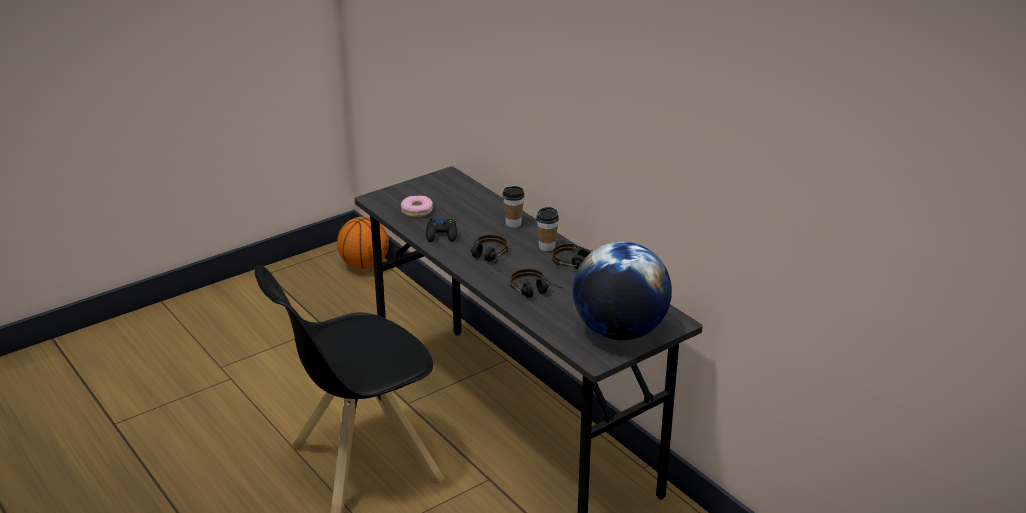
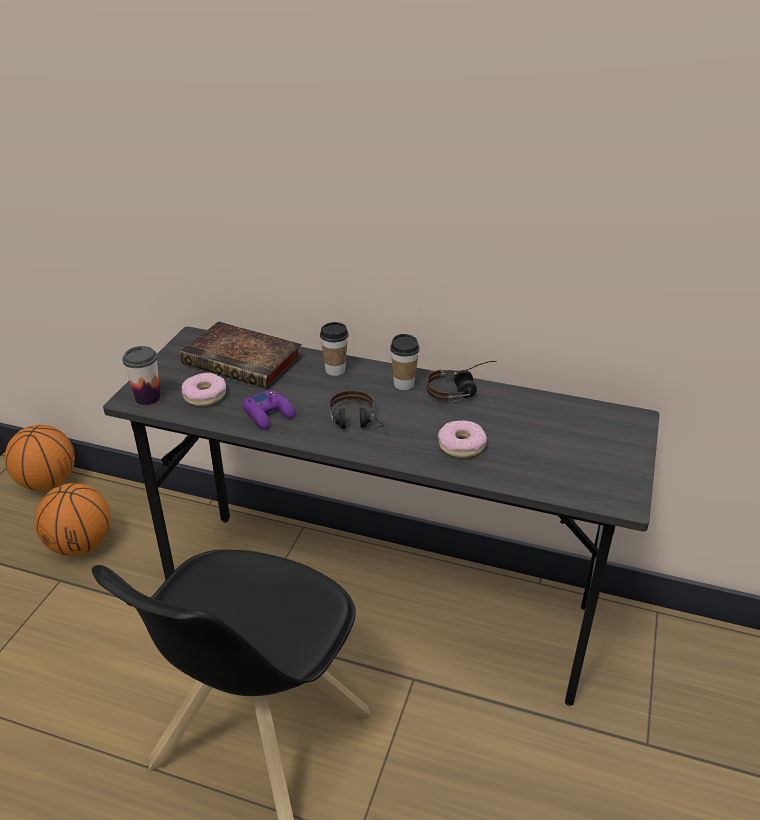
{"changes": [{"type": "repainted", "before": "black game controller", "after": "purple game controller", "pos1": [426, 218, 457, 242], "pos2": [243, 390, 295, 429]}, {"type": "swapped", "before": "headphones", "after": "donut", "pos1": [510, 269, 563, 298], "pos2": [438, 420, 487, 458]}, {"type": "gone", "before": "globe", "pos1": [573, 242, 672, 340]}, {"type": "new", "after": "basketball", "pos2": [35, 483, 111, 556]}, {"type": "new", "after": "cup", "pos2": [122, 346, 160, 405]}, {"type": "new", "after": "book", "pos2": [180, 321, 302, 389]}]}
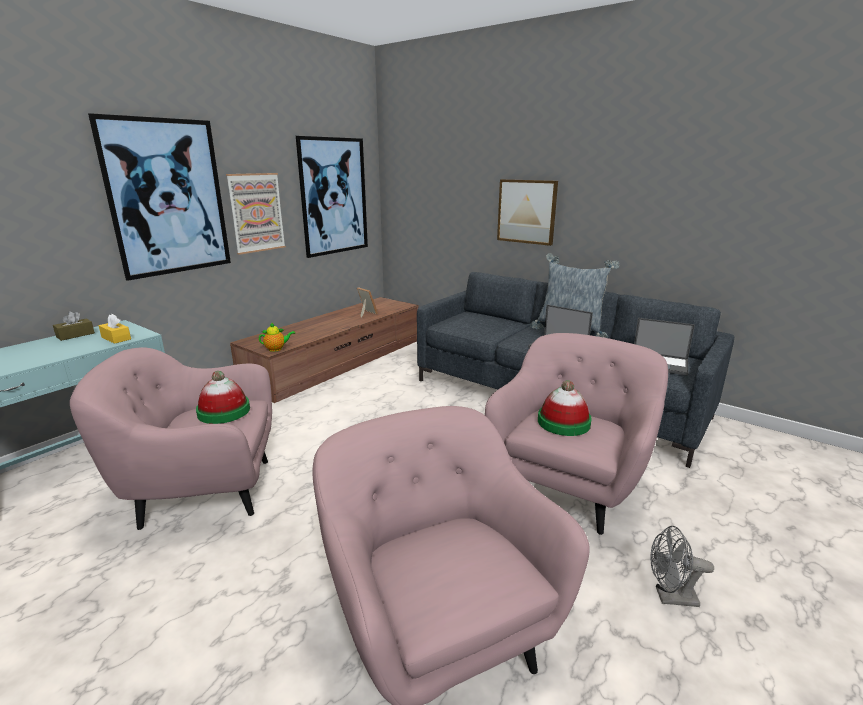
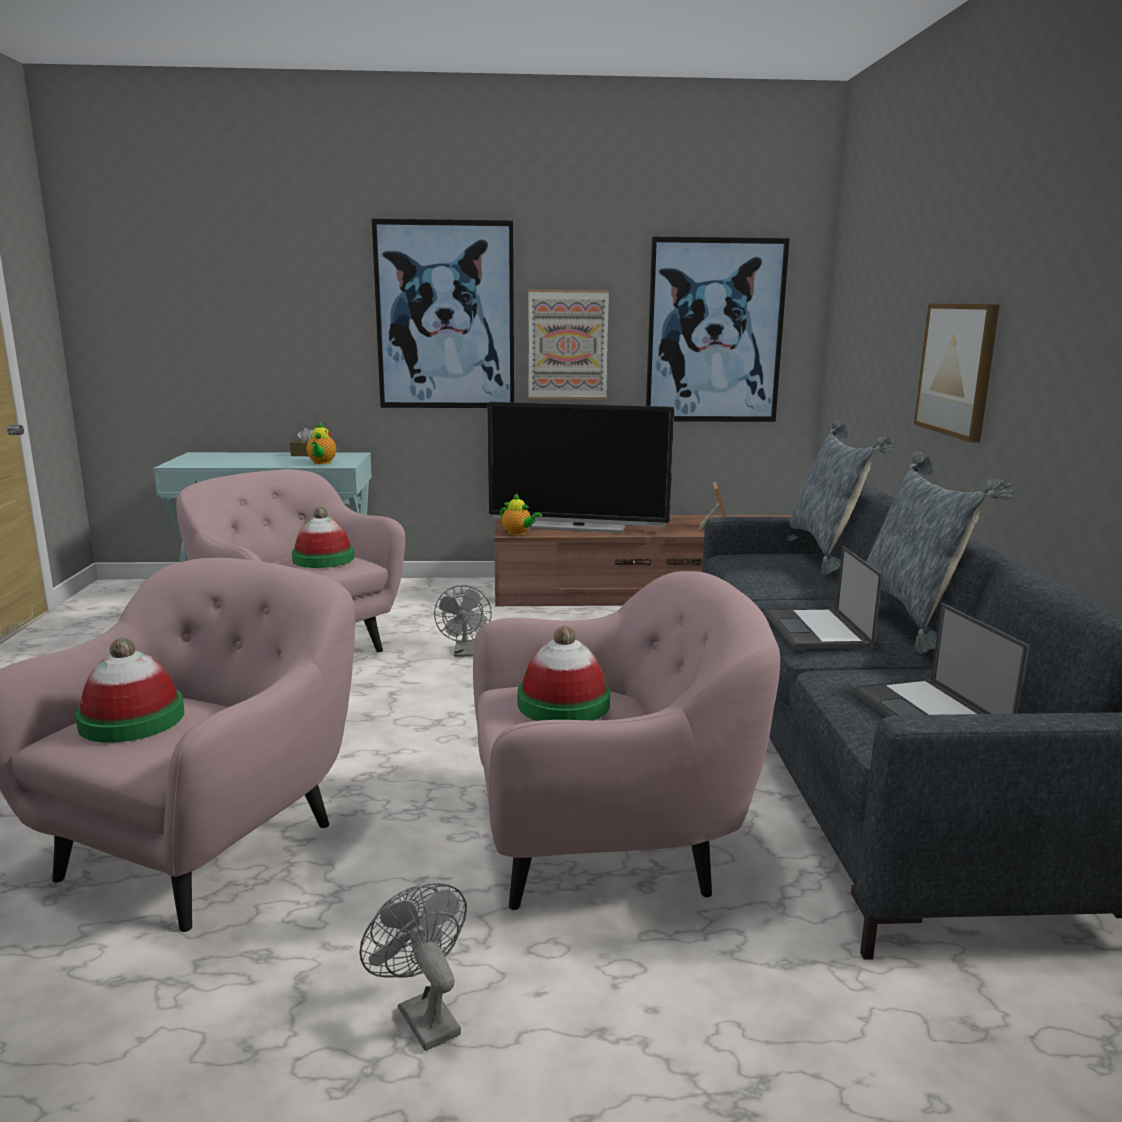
{"changes": [{"type": "swapped", "before": "yellow tissue box", "after": "teapot", "pos1": [99, 314, 131, 344], "pos2": [306, 421, 336, 464]}, {"type": "new", "after": "hat", "pos2": [75, 638, 184, 743]}, {"type": "new", "after": "grey fan", "pos2": [434, 585, 492, 657]}, {"type": "new", "after": "television", "pos2": [487, 402, 675, 533]}, {"type": "new", "after": "pillow", "pos2": [788, 419, 895, 575]}]}
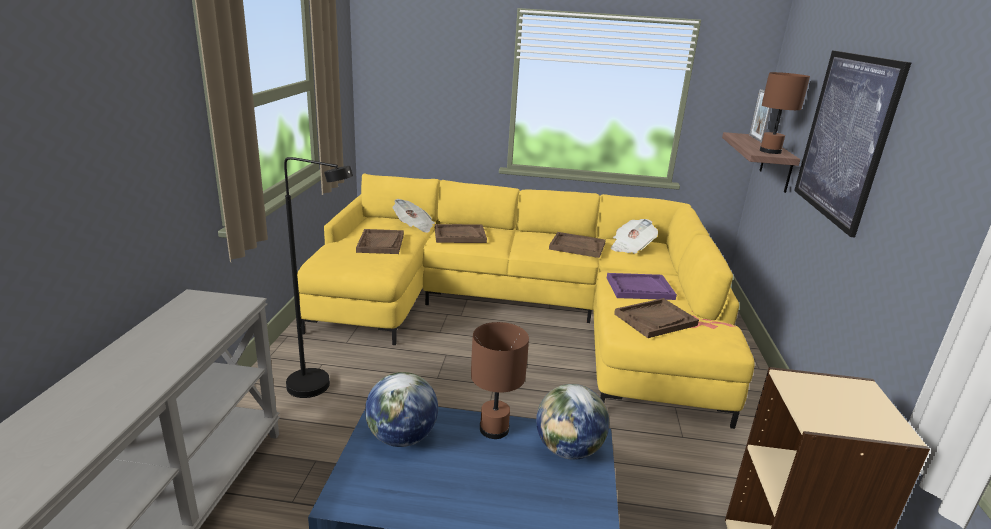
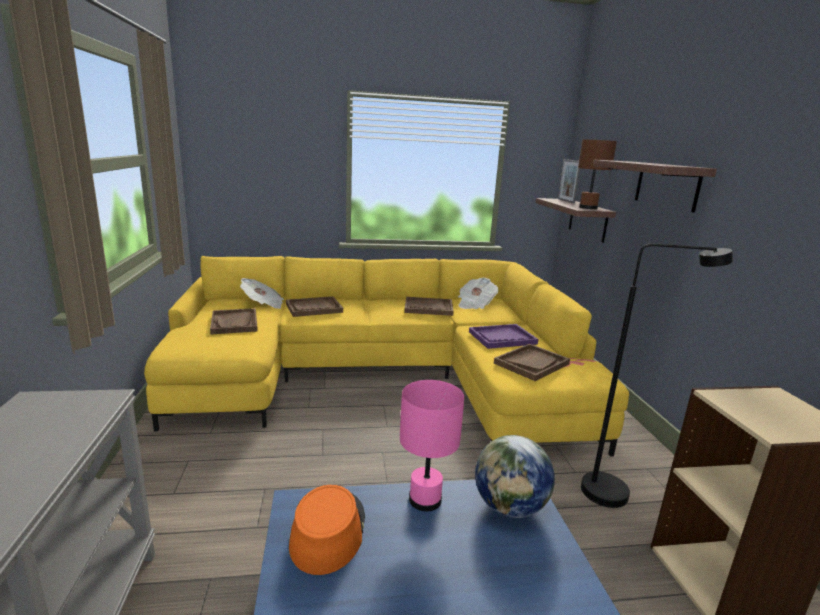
{"changes": [{"type": "shifted", "before": "black floor lamp", "pos1": [284, 157, 353, 398], "pos2": [581, 244, 733, 508]}, {"type": "swapped", "before": "globe", "after": "orange hat", "pos1": [365, 372, 438, 447], "pos2": [289, 485, 365, 575]}, {"type": "repainted", "before": "brown table lamp", "after": "pink table lamp", "pos1": [471, 322, 529, 439], "pos2": [400, 380, 464, 511]}, {"type": "swapped", "before": "picture", "after": "shelf", "pos1": [794, 51, 911, 238], "pos2": [593, 160, 717, 213]}]}
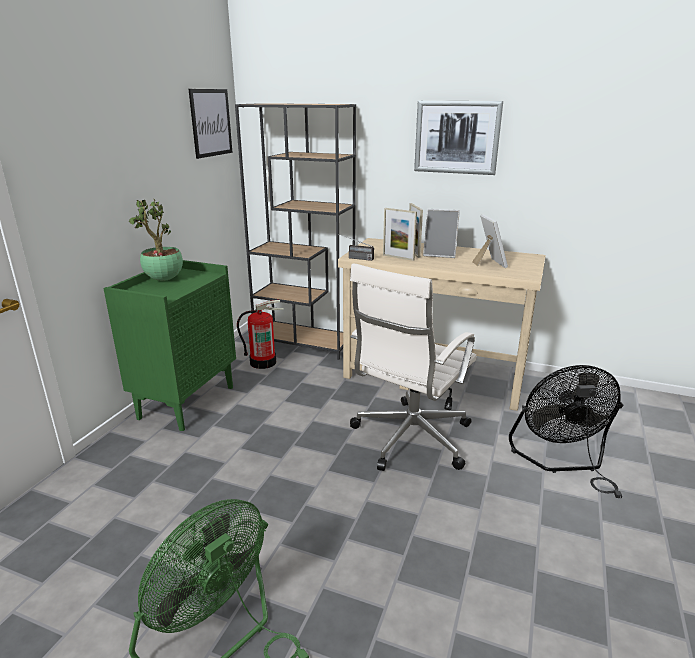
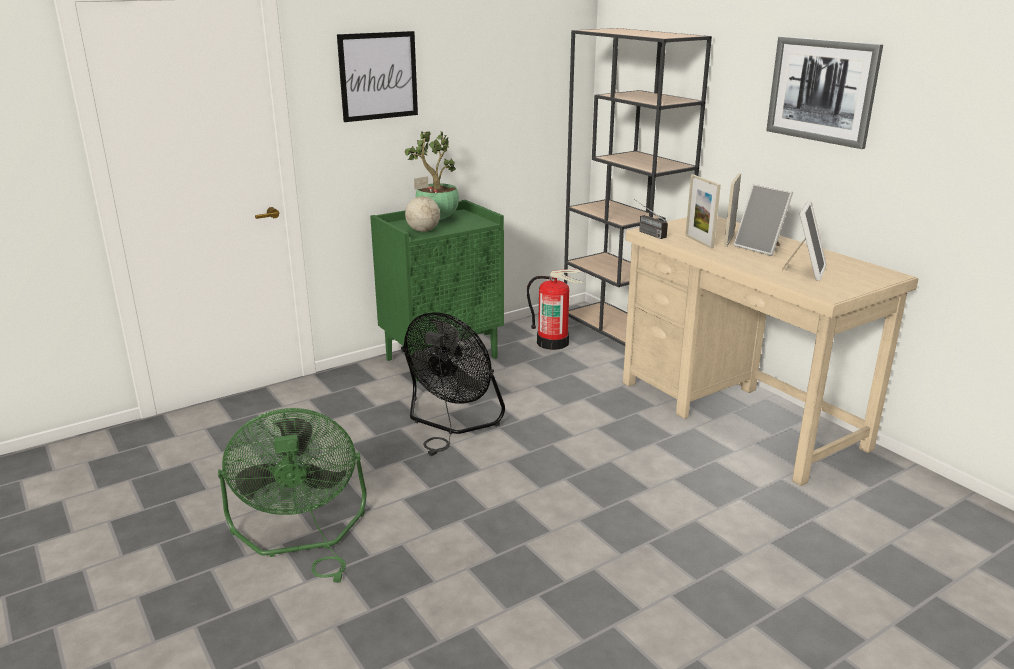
{"changes": [{"type": "shifted", "before": "picture", "pos1": [189, 89, 233, 159], "pos2": [337, 31, 418, 122]}, {"type": "gone", "before": "white office chair", "pos1": [350, 263, 477, 471]}, {"type": "shifted", "before": "black fan", "pos1": [509, 365, 623, 499], "pos2": [401, 312, 505, 456]}, {"type": "new", "after": "globe", "pos2": [405, 176, 440, 232]}]}
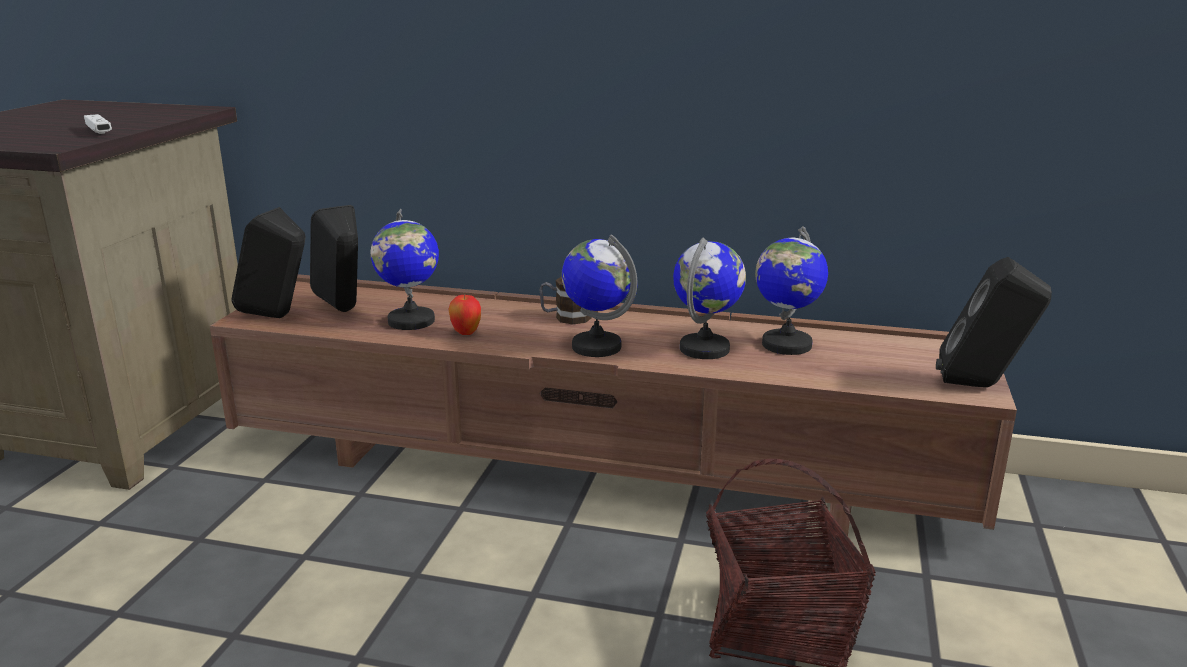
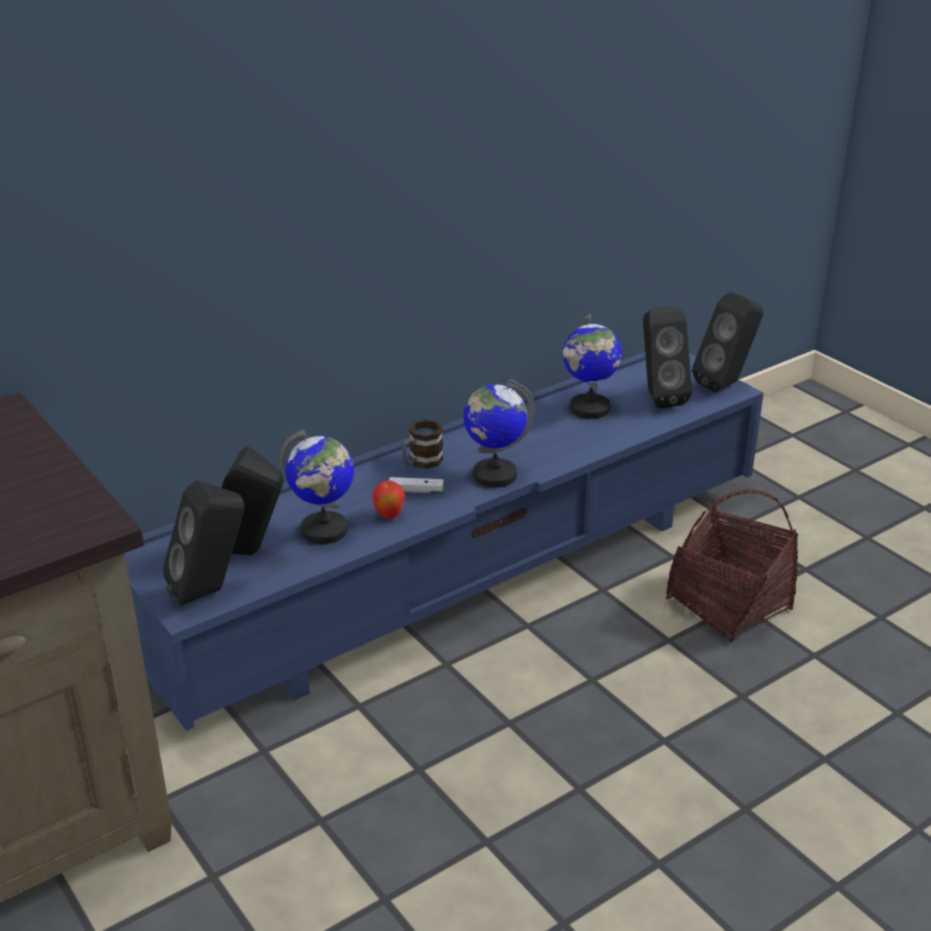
{"changes": [{"type": "shifted", "before": "white game controller", "pos1": [84, 114, 112, 134], "pos2": [389, 477, 444, 493]}, {"type": "repainted", "before": "brown tv stand", "after": "blue tv stand", "pos1": [210, 274, 1017, 536], "pos2": [125, 352, 764, 731]}, {"type": "gone", "before": "globe", "pos1": [673, 238, 746, 359]}, {"type": "new", "after": "black speaker", "pos2": [643, 306, 692, 409]}]}
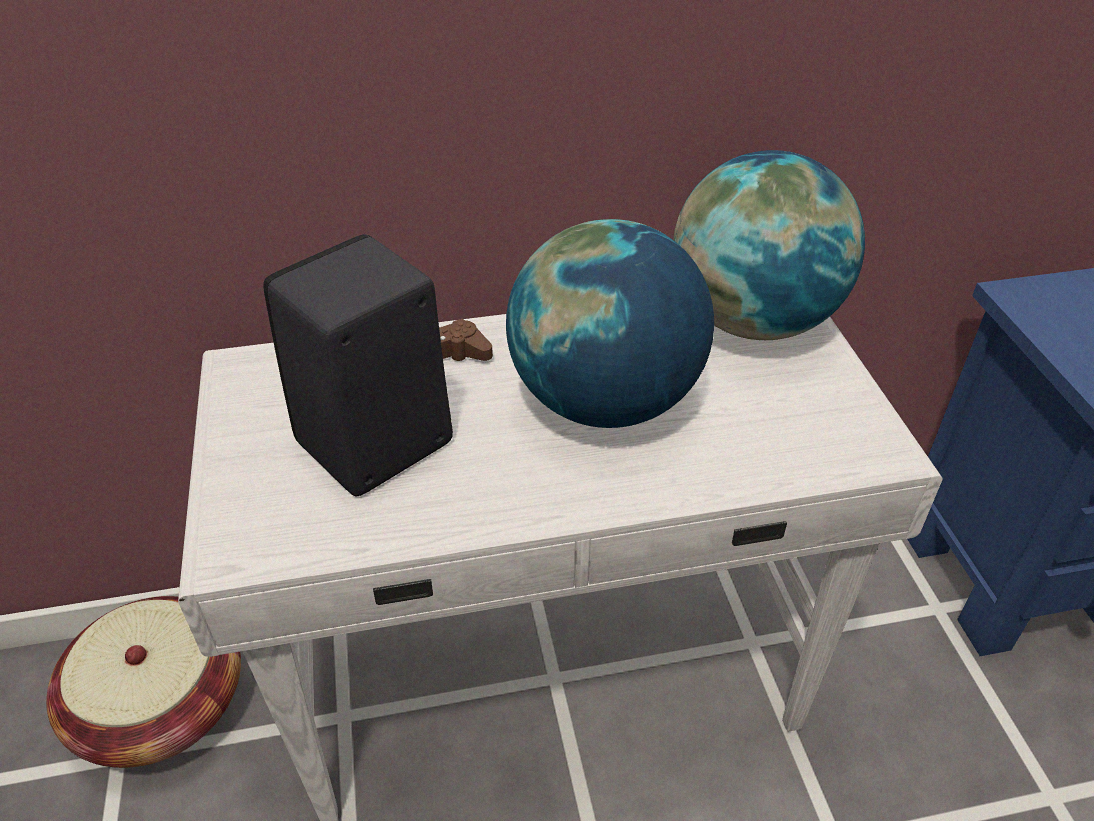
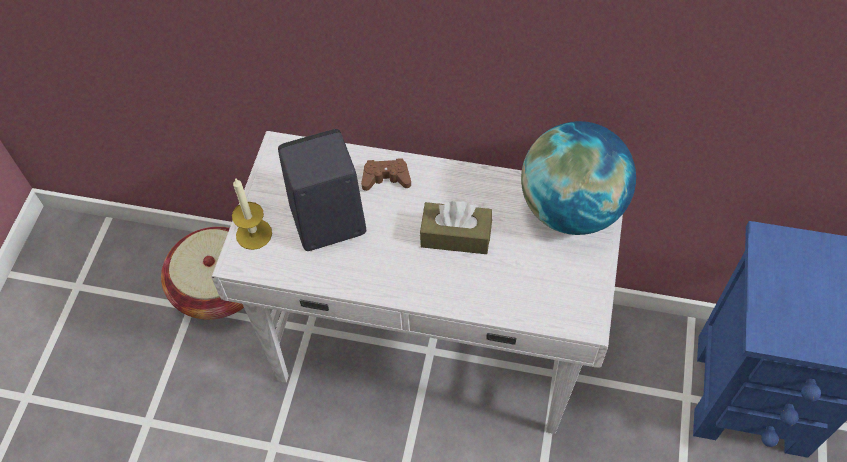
{"changes": [{"type": "swapped", "before": "globe", "after": "brown tissue box", "pos1": [506, 219, 714, 428], "pos2": [420, 201, 492, 254]}, {"type": "new", "after": "candle", "pos2": [232, 178, 272, 250]}]}
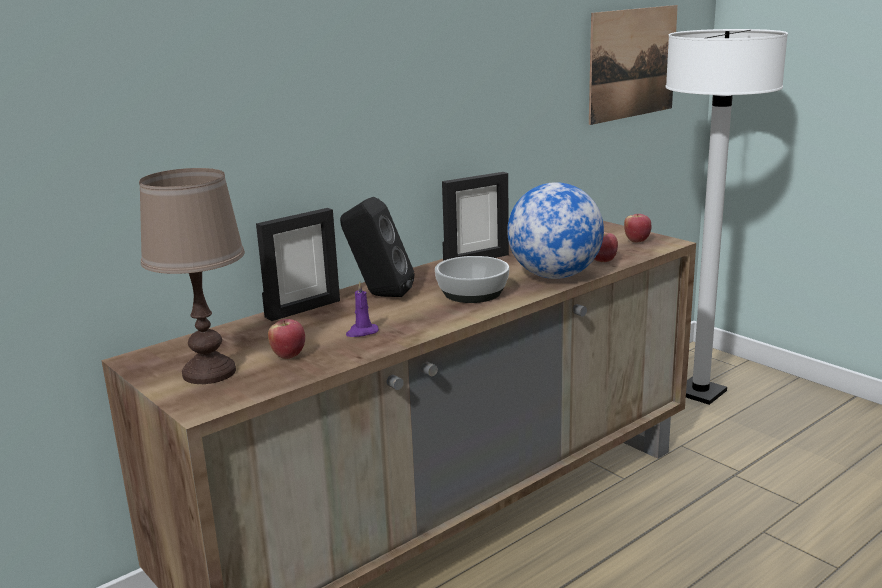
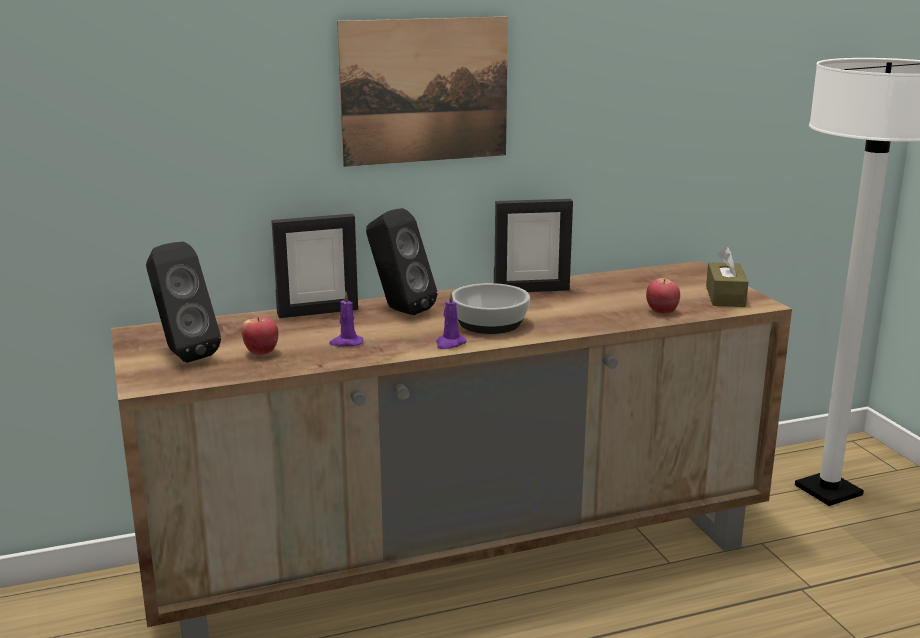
{"changes": [{"type": "swapped", "before": "brown table lamp", "after": "black speaker", "pos1": [139, 168, 245, 384], "pos2": [146, 242, 221, 363]}, {"type": "gone", "before": "globe", "pos1": [507, 182, 604, 279]}, {"type": "shifted", "before": "picture", "pos1": [589, 5, 678, 125], "pos2": [337, 17, 508, 167]}, {"type": "swapped", "before": "apple", "after": "brown tissue box", "pos1": [624, 214, 651, 243], "pos2": [706, 247, 748, 307]}, {"type": "new", "after": "purple candle", "pos2": [436, 292, 467, 349]}]}
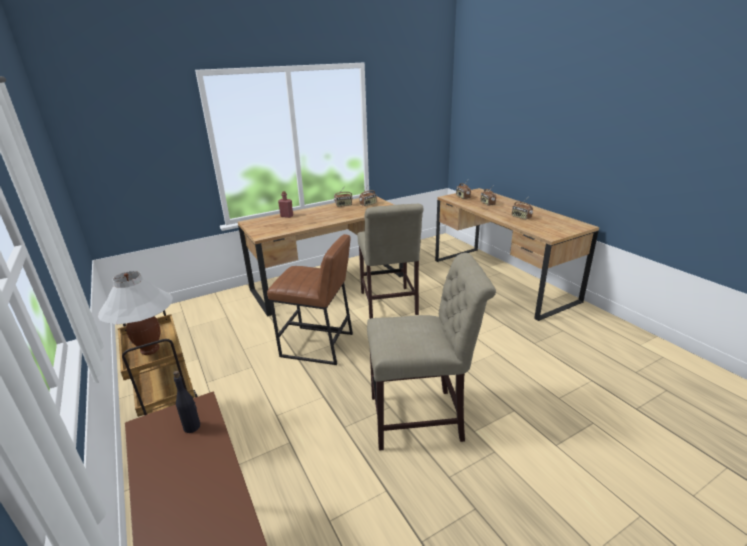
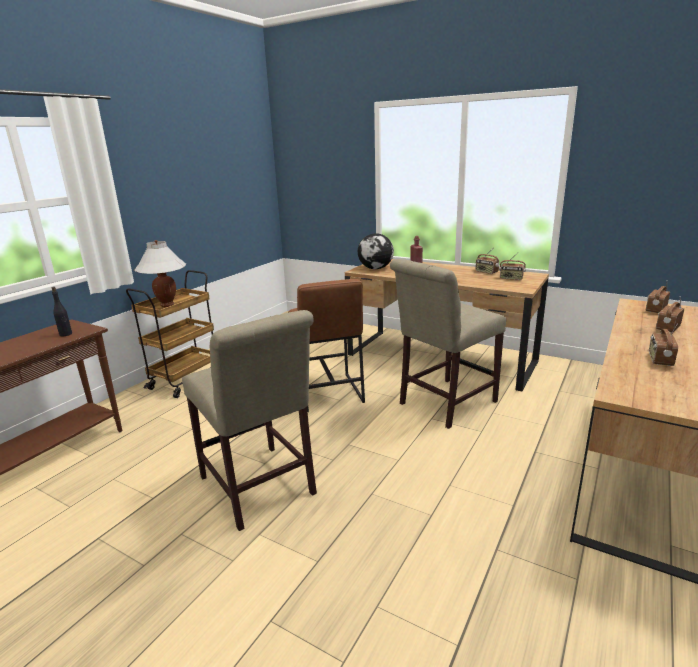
{"changes": [{"type": "new", "after": "globe", "pos2": [358, 233, 394, 269]}]}
